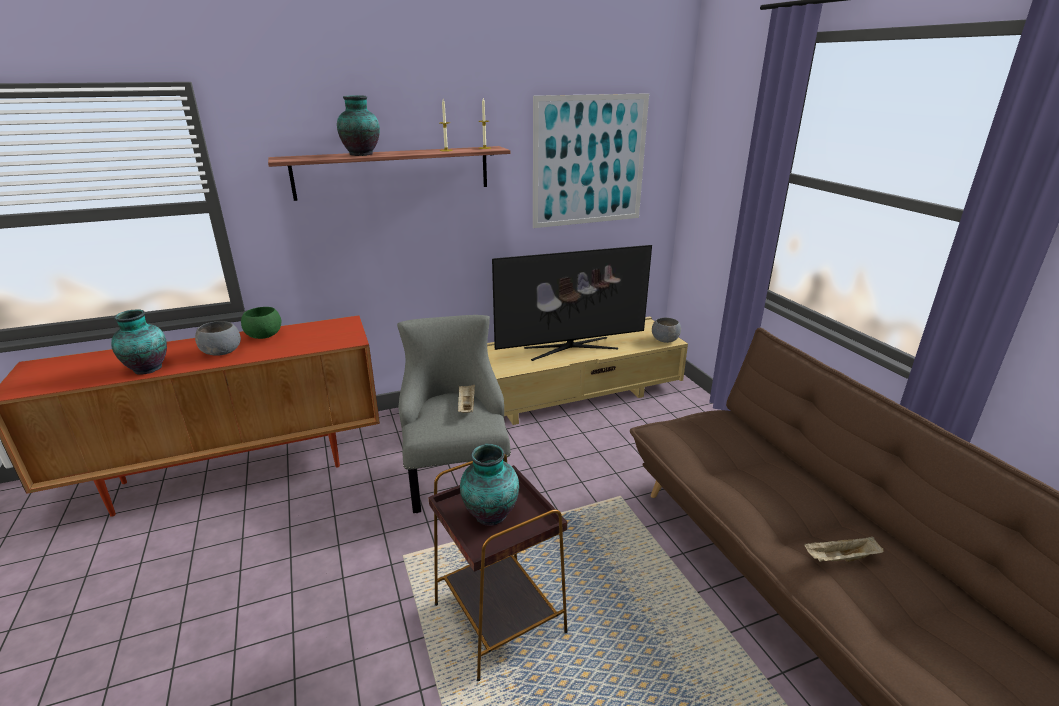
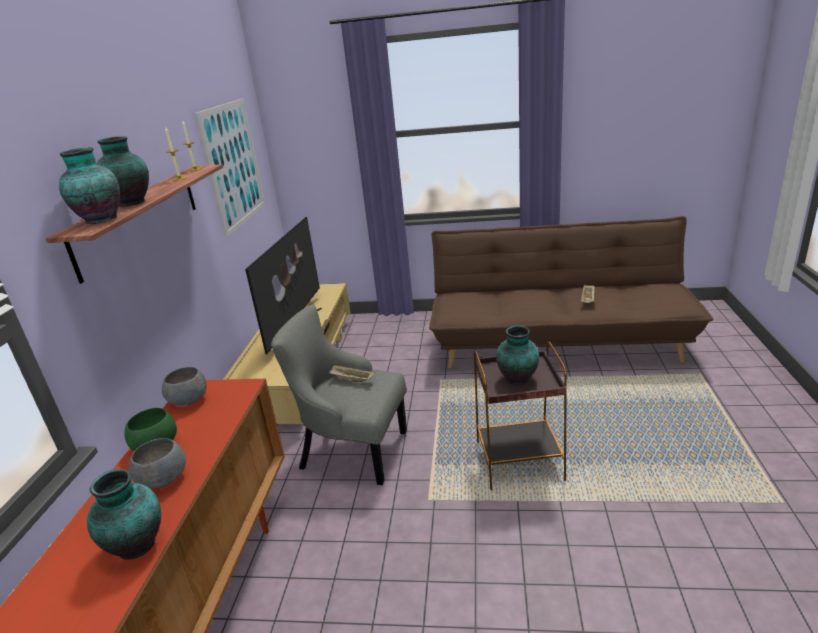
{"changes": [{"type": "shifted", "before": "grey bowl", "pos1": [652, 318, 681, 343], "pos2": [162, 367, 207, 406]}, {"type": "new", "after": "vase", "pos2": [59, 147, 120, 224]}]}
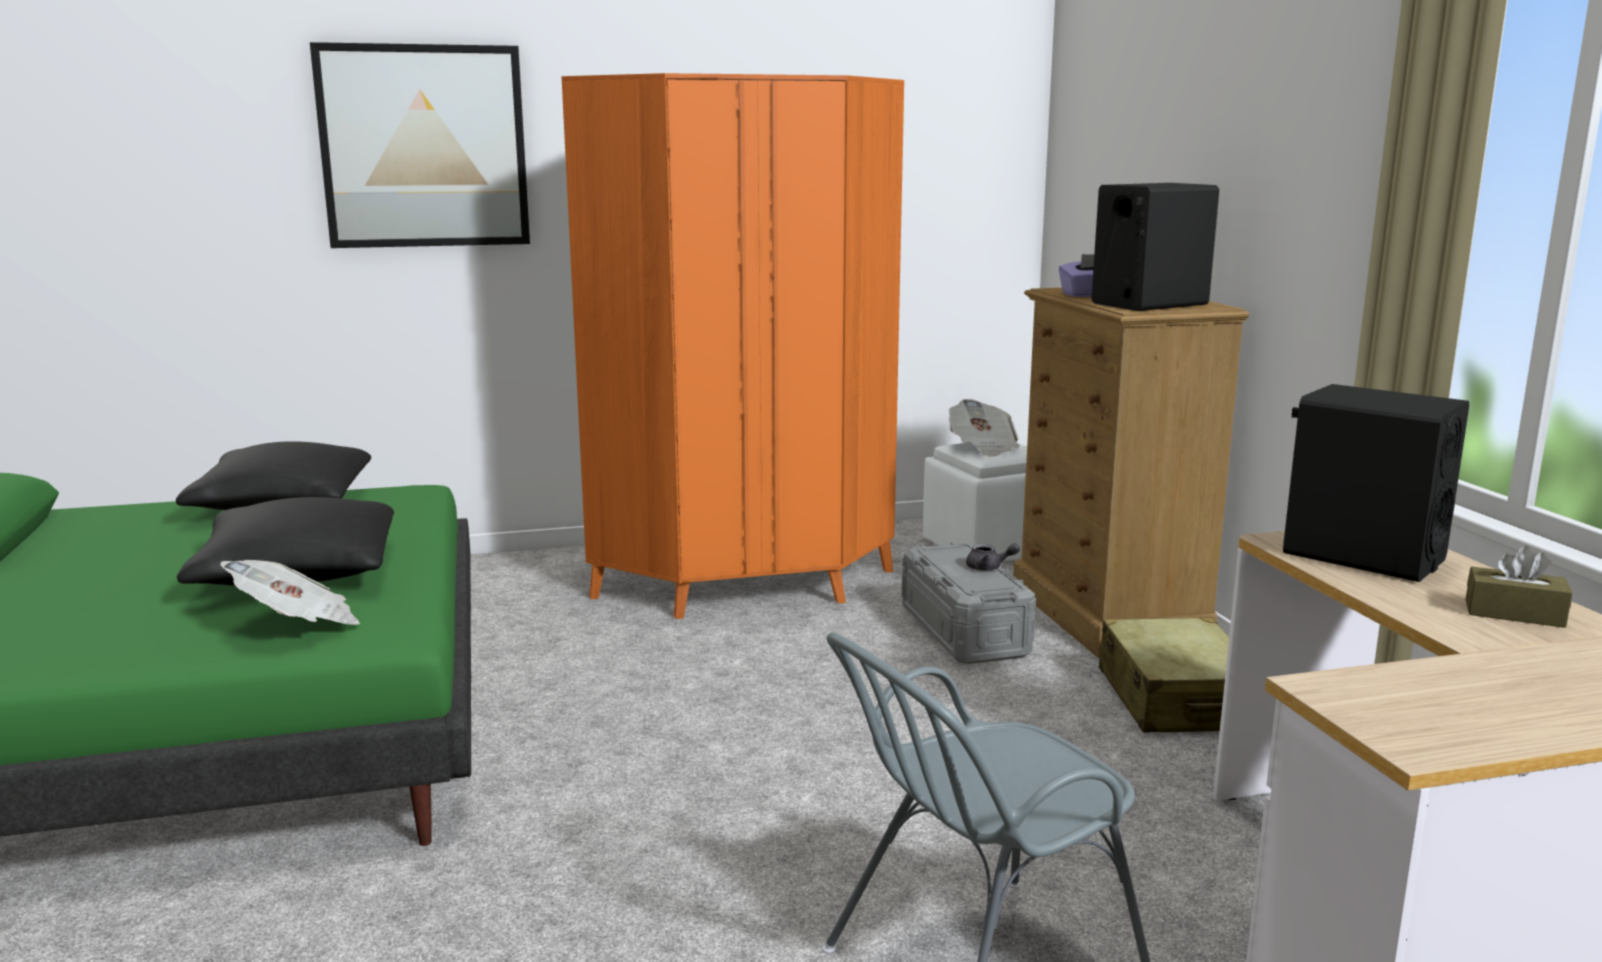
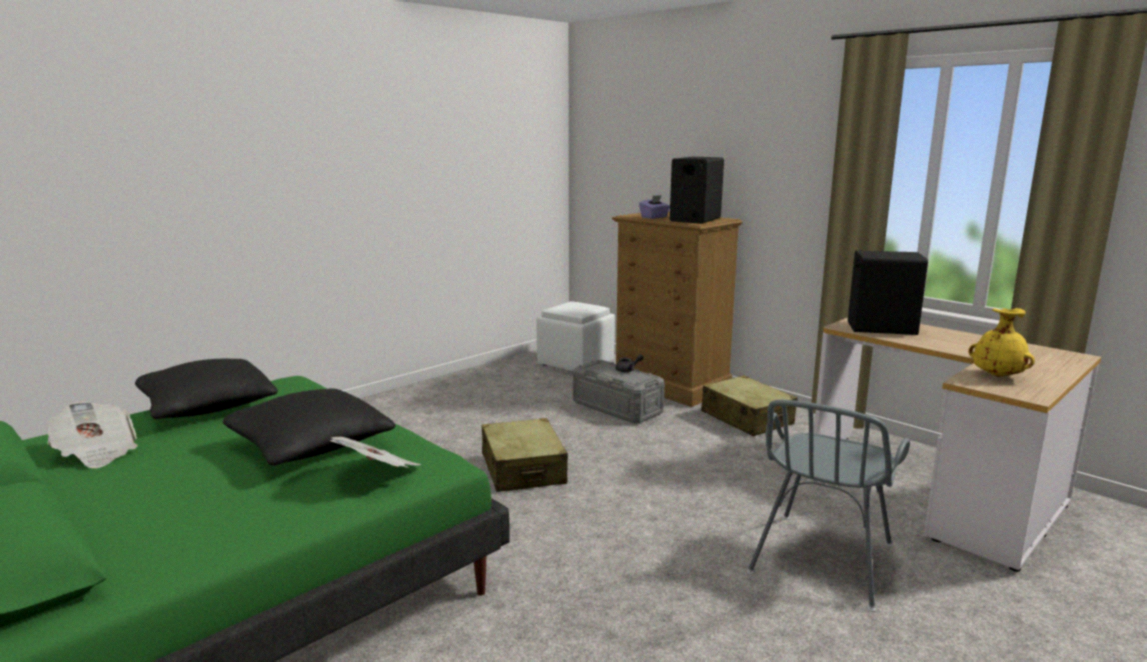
{"changes": [{"type": "gone", "before": "picture", "pos1": [310, 42, 530, 248]}, {"type": "gone", "before": "orange wardrobe", "pos1": [562, 73, 904, 619]}, {"type": "shifted", "before": "newspaper", "pos1": [948, 399, 1020, 457], "pos2": [48, 401, 138, 468]}, {"type": "gone", "before": "brown tissue box", "pos1": [1465, 546, 1572, 628]}, {"type": "new", "after": "beige suitcase", "pos2": [482, 418, 568, 492]}, {"type": "new", "after": "yellow vase", "pos2": [968, 308, 1035, 377]}]}
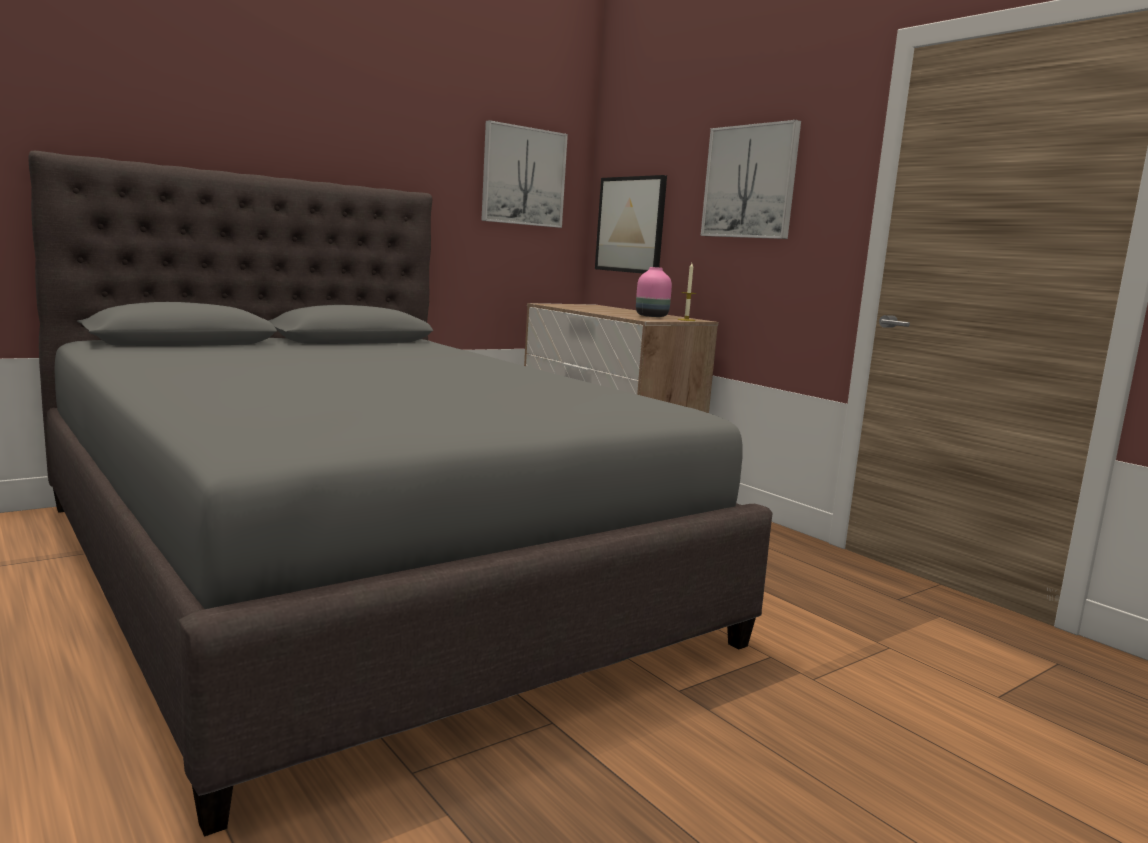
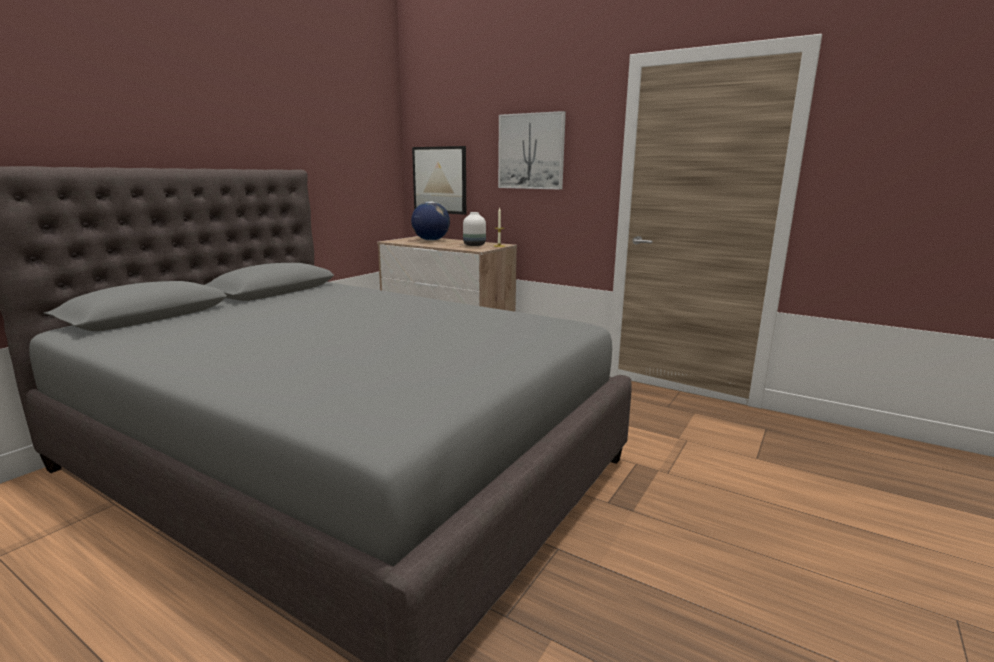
{"changes": [{"type": "gone", "before": "picture", "pos1": [481, 120, 568, 228]}, {"type": "repainted", "before": "pink vase", "after": "white vase", "pos1": [636, 267, 672, 317], "pos2": [463, 212, 486, 246]}, {"type": "new", "after": "globe", "pos2": [411, 201, 450, 241]}]}
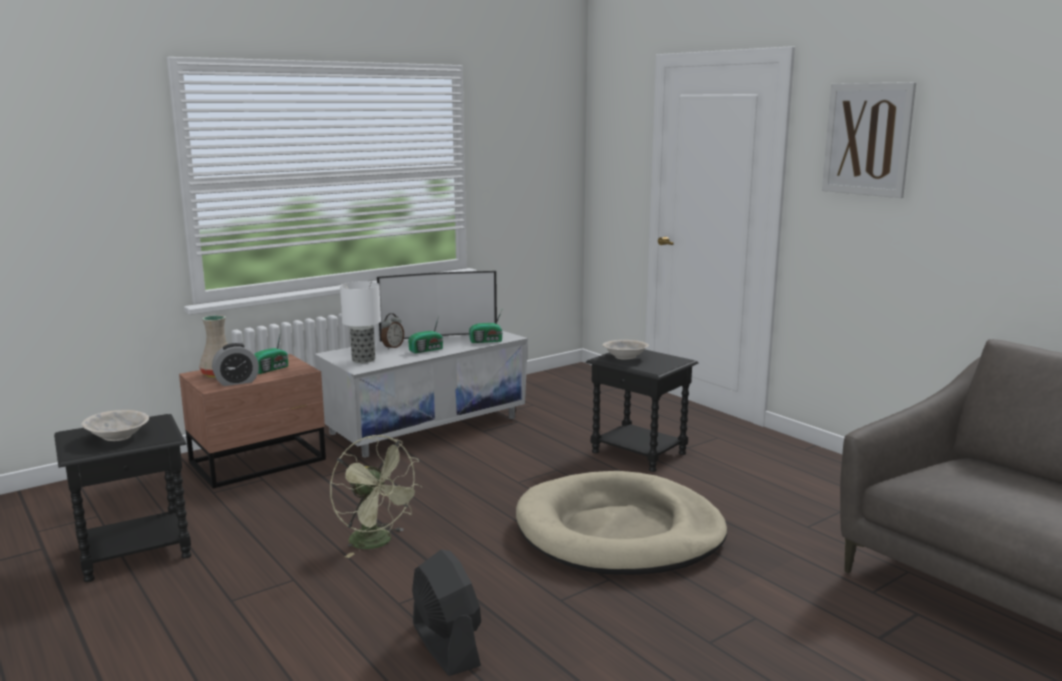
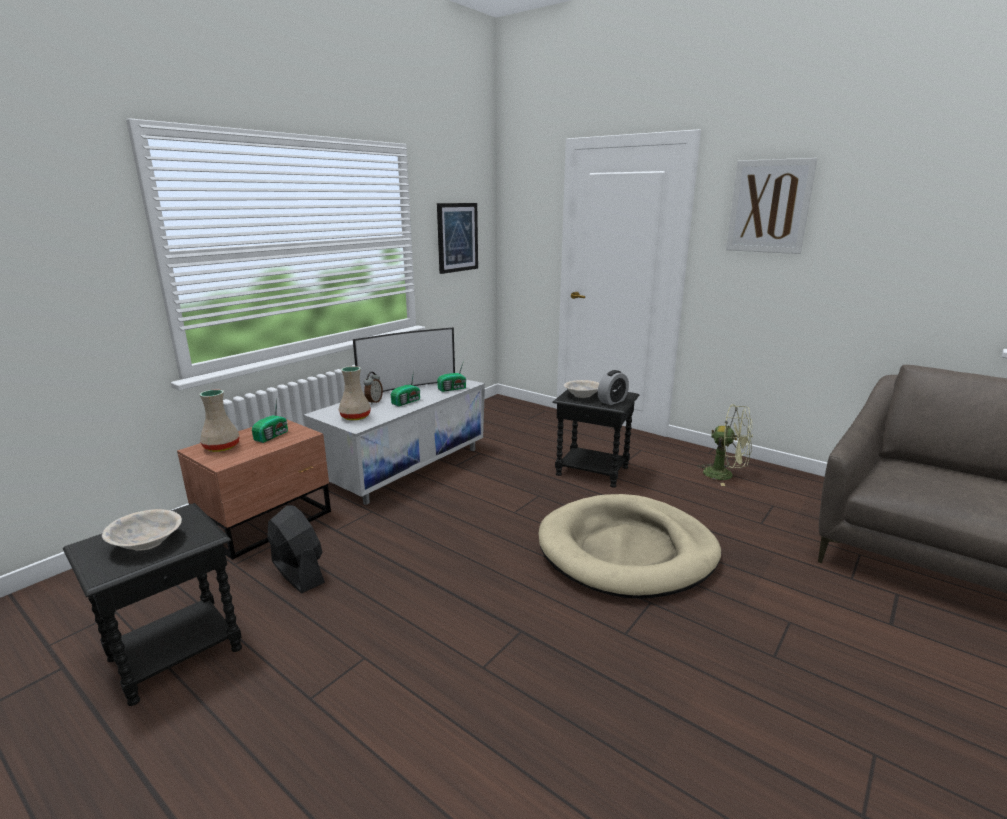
{"changes": [{"type": "shifted", "before": "alarm clock", "pos1": [212, 343, 259, 386], "pos2": [598, 370, 629, 405]}, {"type": "shifted", "before": "green fan", "pos1": [330, 435, 423, 558], "pos2": [697, 404, 753, 486]}, {"type": "swapped", "before": "table lamp", "after": "beige vase", "pos1": [340, 281, 381, 363], "pos2": [339, 366, 371, 420]}, {"type": "shifted", "before": "black fan", "pos1": [412, 550, 481, 676], "pos2": [267, 505, 325, 593]}, {"type": "new", "after": "picture", "pos2": [437, 203, 478, 274]}]}
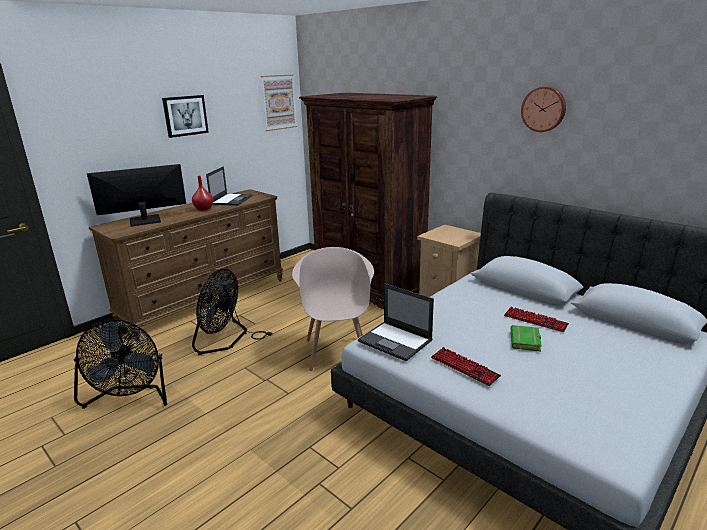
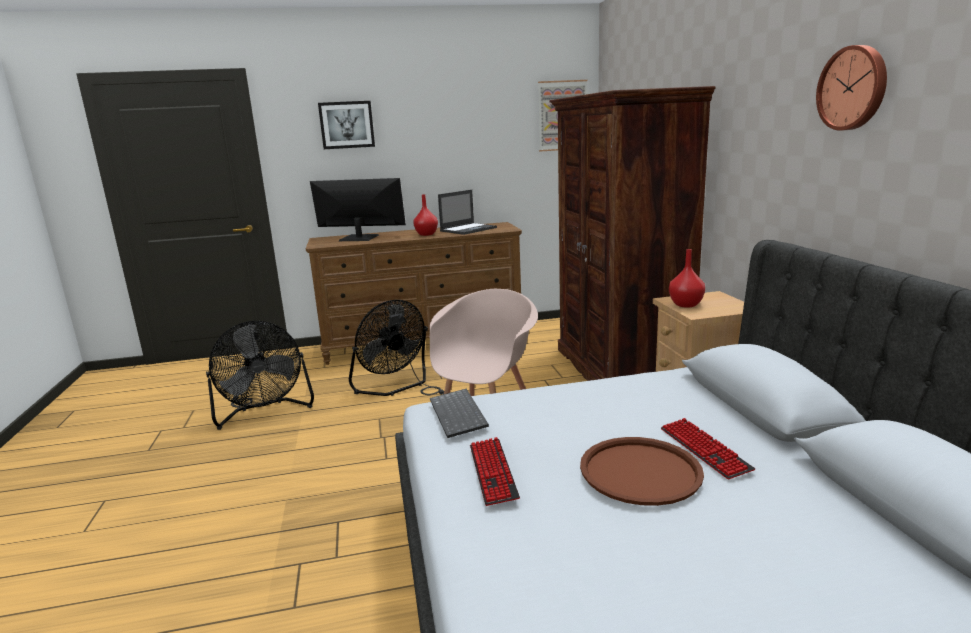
{"changes": [{"type": "rotated", "before": "black fan", "pos1": [74, 319, 167, 409], "pos2": [206, 321, 314, 430], "turn": -60}, {"type": "shifted", "before": "picture", "pos1": [162, 95, 209, 138], "pos2": [318, 101, 375, 149]}, {"type": "swapped", "before": "laptop", "after": "keyboard", "pos1": [358, 283, 434, 361], "pos2": [430, 389, 489, 438]}, {"type": "swapped", "before": "green book", "after": "brown tray", "pos1": [510, 325, 542, 351], "pos2": [580, 437, 704, 506]}, {"type": "new", "after": "red vase", "pos2": [669, 249, 705, 308]}]}
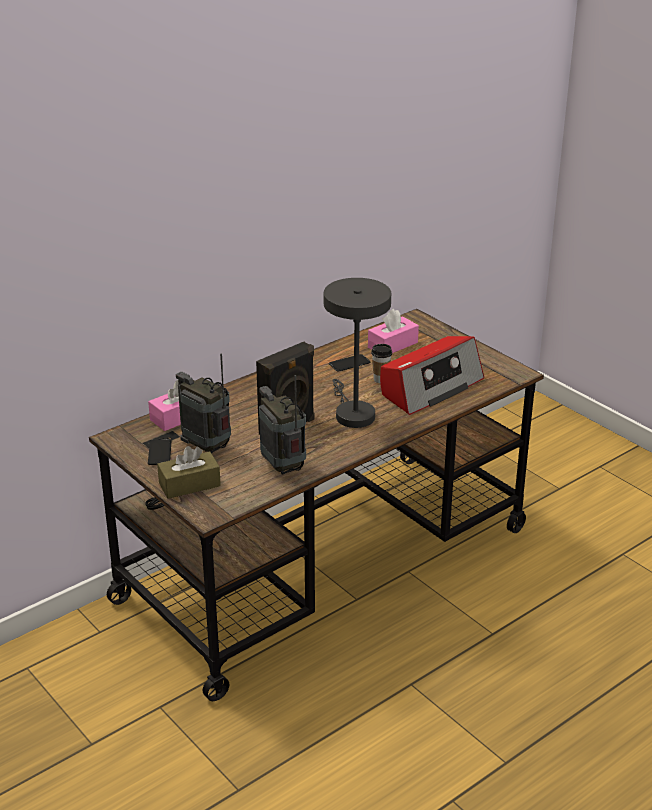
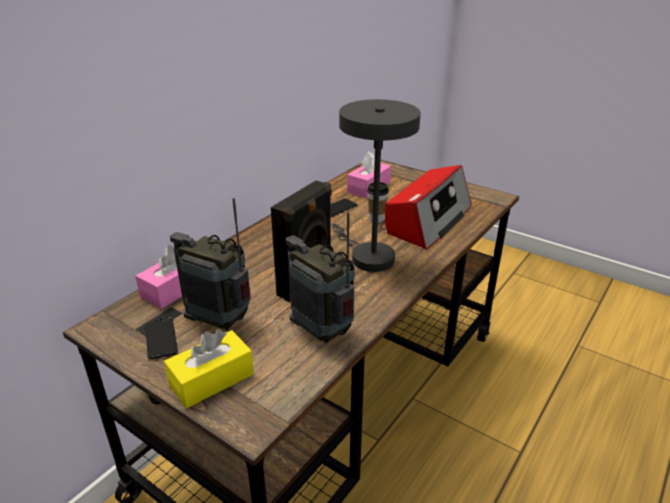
{"changes": [{"type": "repainted", "before": "brown tissue box", "after": "yellow tissue box", "pos1": [157, 446, 221, 499], "pos2": [164, 329, 254, 408]}]}
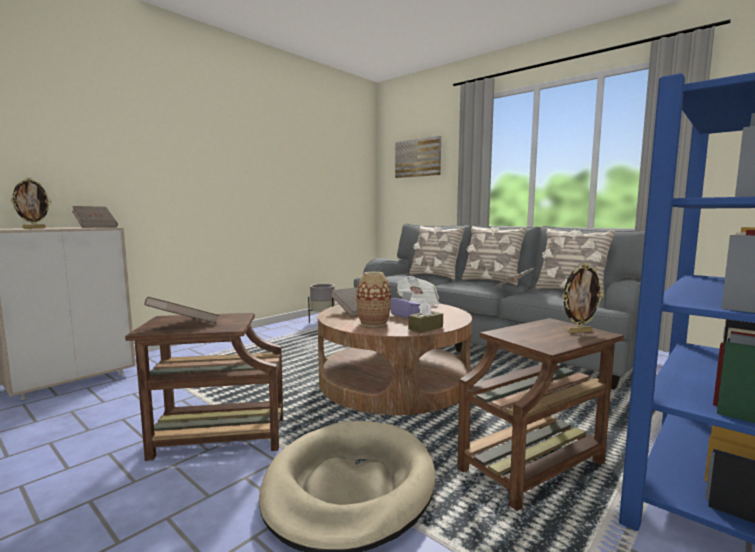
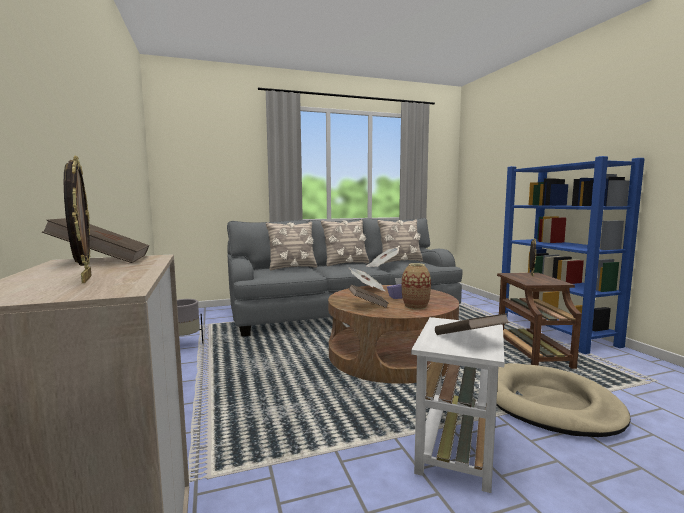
{"changes": [{"type": "repainted", "before": "brown side table", "after": "white side table", "pos1": [125, 313, 283, 461], "pos2": [411, 317, 505, 493]}, {"type": "gone", "before": "picture", "pos1": [395, 136, 441, 178]}, {"type": "gone", "before": "brown tissue box", "pos1": [408, 301, 443, 333]}]}
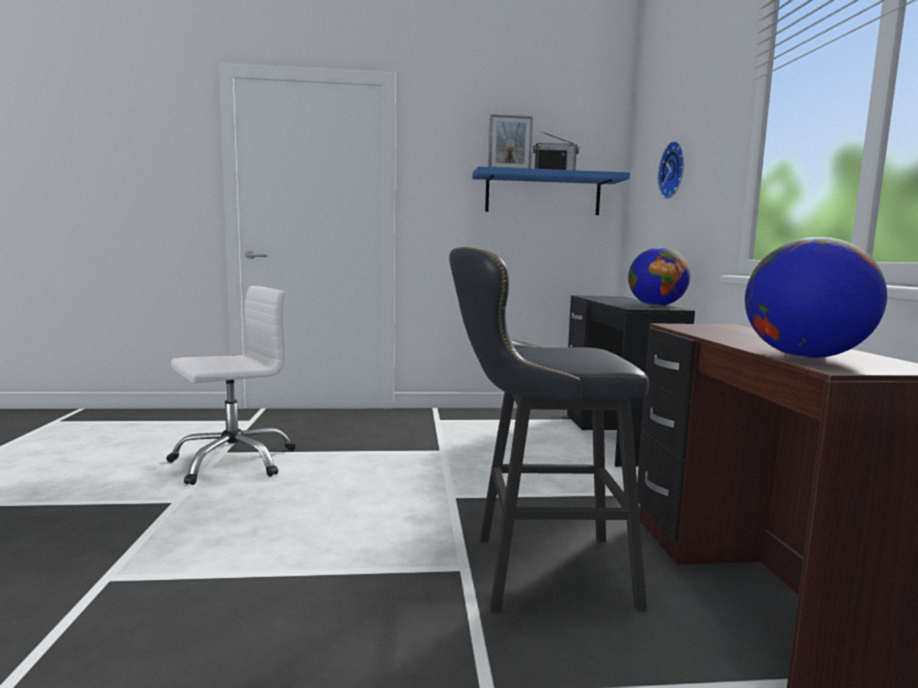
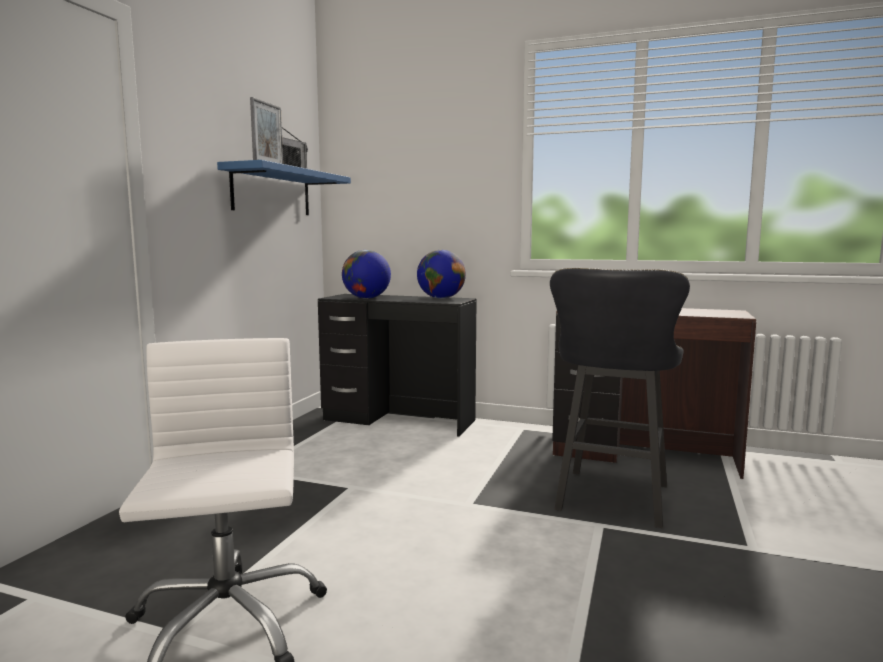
{"changes": [{"type": "gone", "before": "wall clock", "pos1": [658, 141, 685, 199]}, {"type": "shifted", "before": "globe", "pos1": [745, 237, 887, 358], "pos2": [342, 250, 391, 299]}]}
